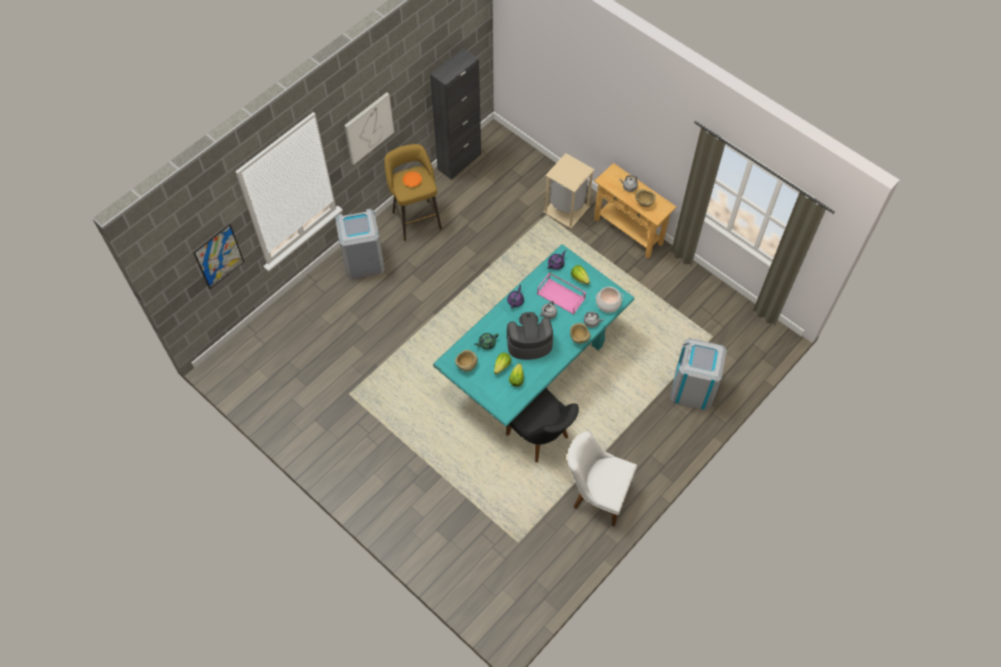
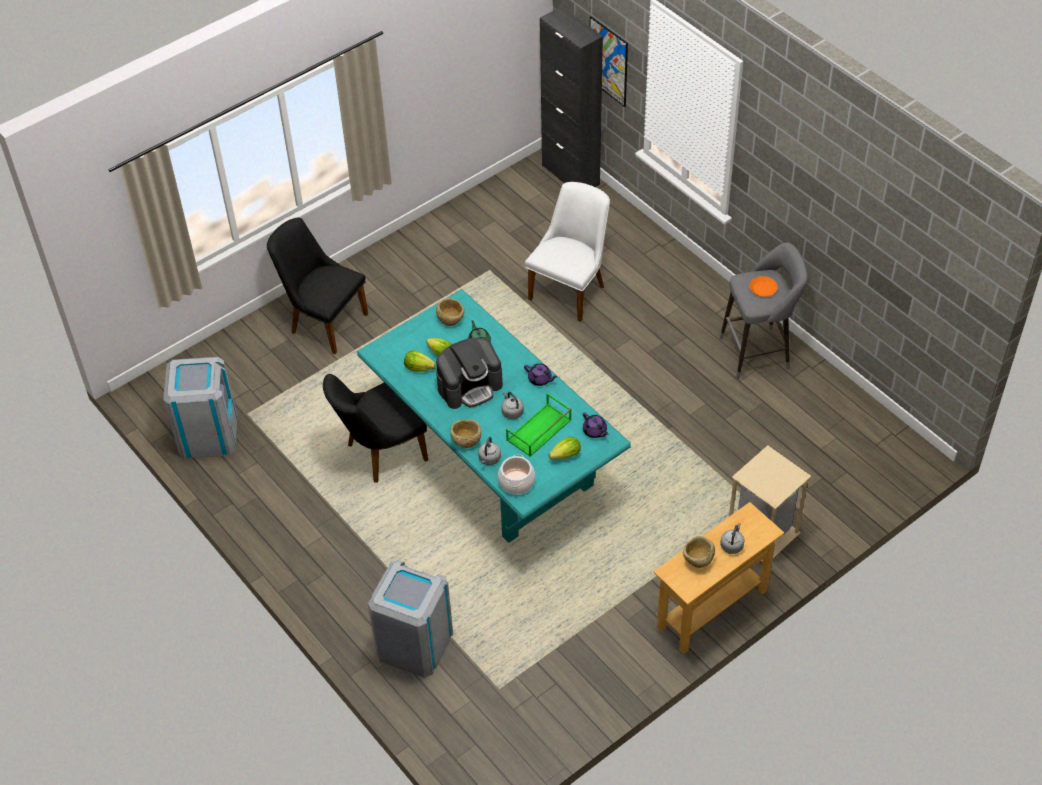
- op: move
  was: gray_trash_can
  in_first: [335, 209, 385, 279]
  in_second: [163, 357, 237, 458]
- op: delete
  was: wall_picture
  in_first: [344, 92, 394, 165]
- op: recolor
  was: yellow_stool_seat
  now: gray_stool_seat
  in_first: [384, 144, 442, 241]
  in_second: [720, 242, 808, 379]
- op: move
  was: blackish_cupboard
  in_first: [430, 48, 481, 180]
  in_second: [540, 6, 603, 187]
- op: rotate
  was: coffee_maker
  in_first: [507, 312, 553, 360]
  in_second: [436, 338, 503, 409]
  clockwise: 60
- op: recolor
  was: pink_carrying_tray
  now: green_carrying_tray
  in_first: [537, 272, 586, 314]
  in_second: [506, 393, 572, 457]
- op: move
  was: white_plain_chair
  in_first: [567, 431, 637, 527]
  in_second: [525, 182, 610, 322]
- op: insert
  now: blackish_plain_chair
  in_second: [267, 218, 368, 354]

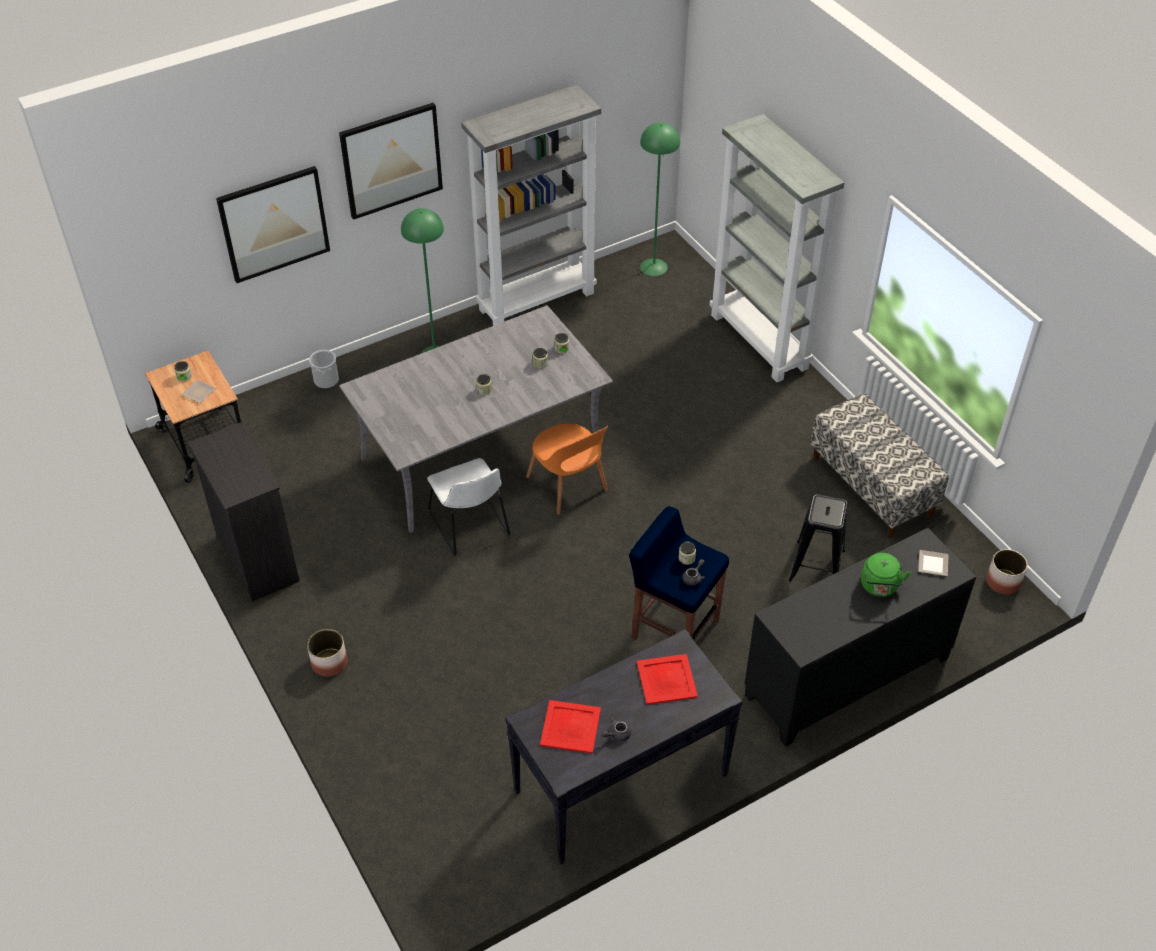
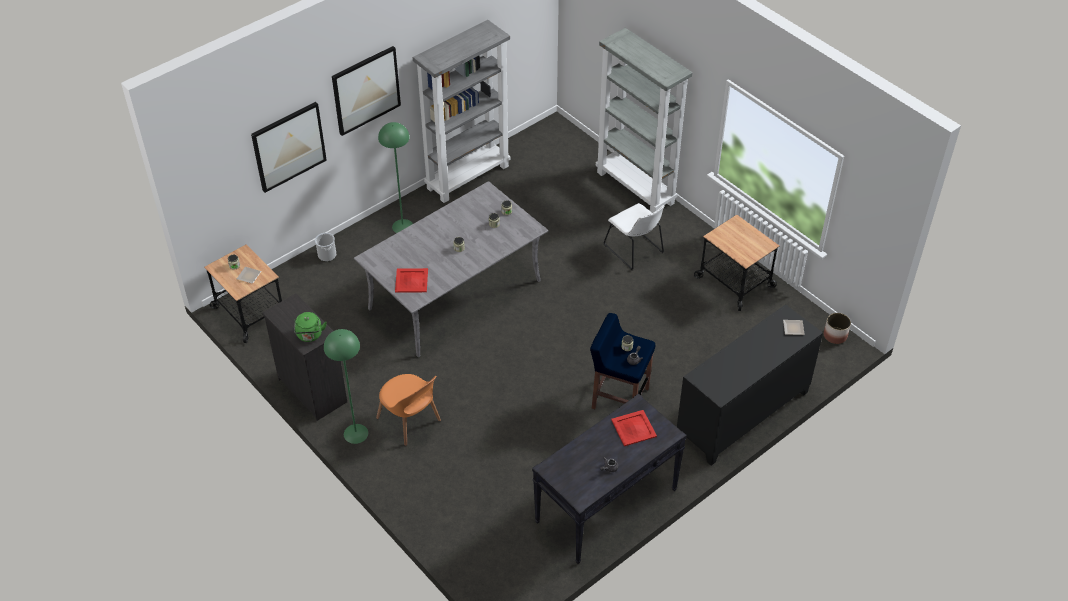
- op: delete
  was: planter
  in_first: [307, 629, 347, 677]
- op: move
  was: white_plain_chair
  in_first: [427, 458, 511, 556]
  in_second: [603, 203, 665, 270]
- op: move
  was: orangey_plain_chair
  in_first: [526, 423, 608, 515]
  in_second: [376, 374, 441, 446]
- op: move
  was: red_carrying_tray
  in_first: [540, 700, 601, 754]
  in_second: [395, 268, 428, 293]
- op: move
  was: green_floor_lamp
  in_first: [640, 122, 680, 276]
  in_second: [324, 329, 368, 444]
- op: delete
  was: blackish_stool_seat
  in_first: [789, 494, 848, 582]
- op: replace
  was: bench
  now: wheeled_cart
  in_first: [810, 394, 949, 538]
  in_second: [694, 215, 780, 311]
- op: move
  was: green_tea_kettle
  in_first: [861, 553, 911, 597]
  in_second: [294, 312, 327, 342]

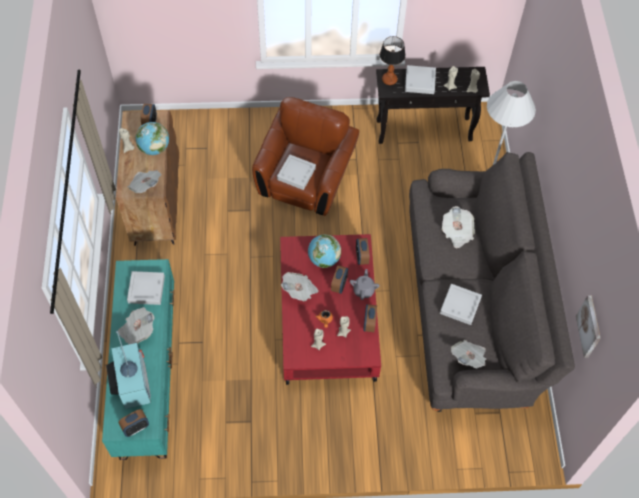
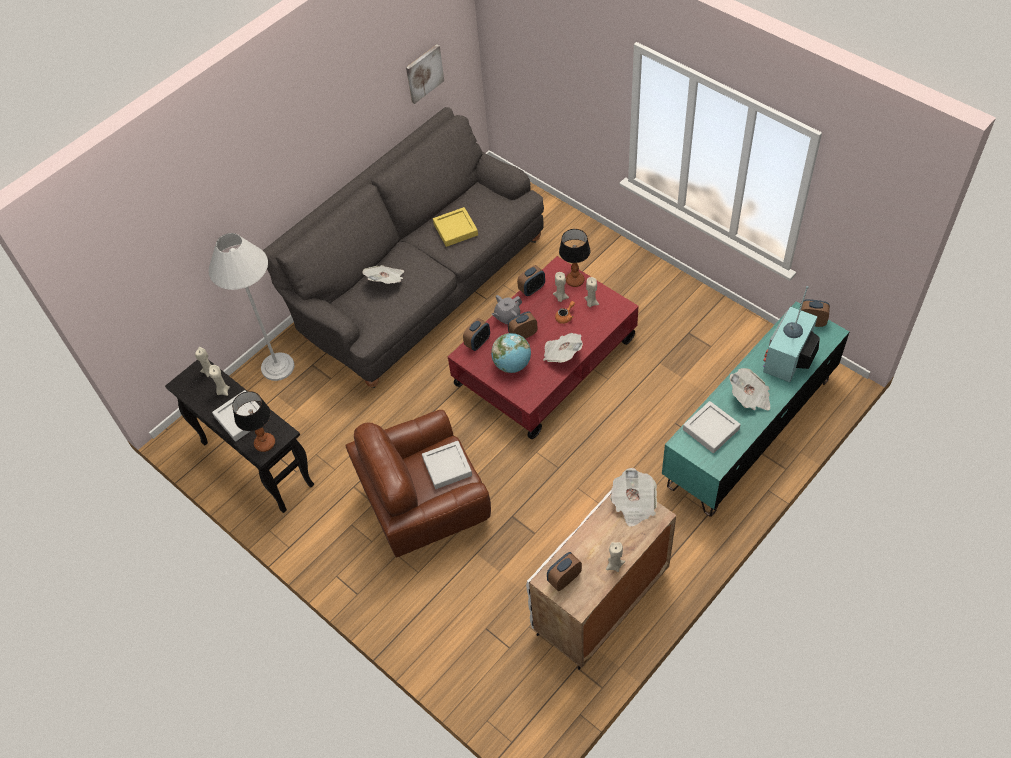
- op: recolor
  was: brown_cupboard
  now: white_cupboard
  in_first: [116, 110, 179, 246]
  in_second: [526, 489, 676, 670]
- op: delete
  was: world_globe
  in_first: [136, 122, 169, 155]
- op: recolor
  was: gray_carrying_tray
  now: yellow_carrying_tray
  in_first: [440, 284, 482, 325]
  in_second: [433, 207, 478, 247]
- op: delete
  was: daily_paper
  in_first: [451, 340, 486, 368]
- op: insert
  now: table_lamp
  in_second: [559, 229, 591, 287]

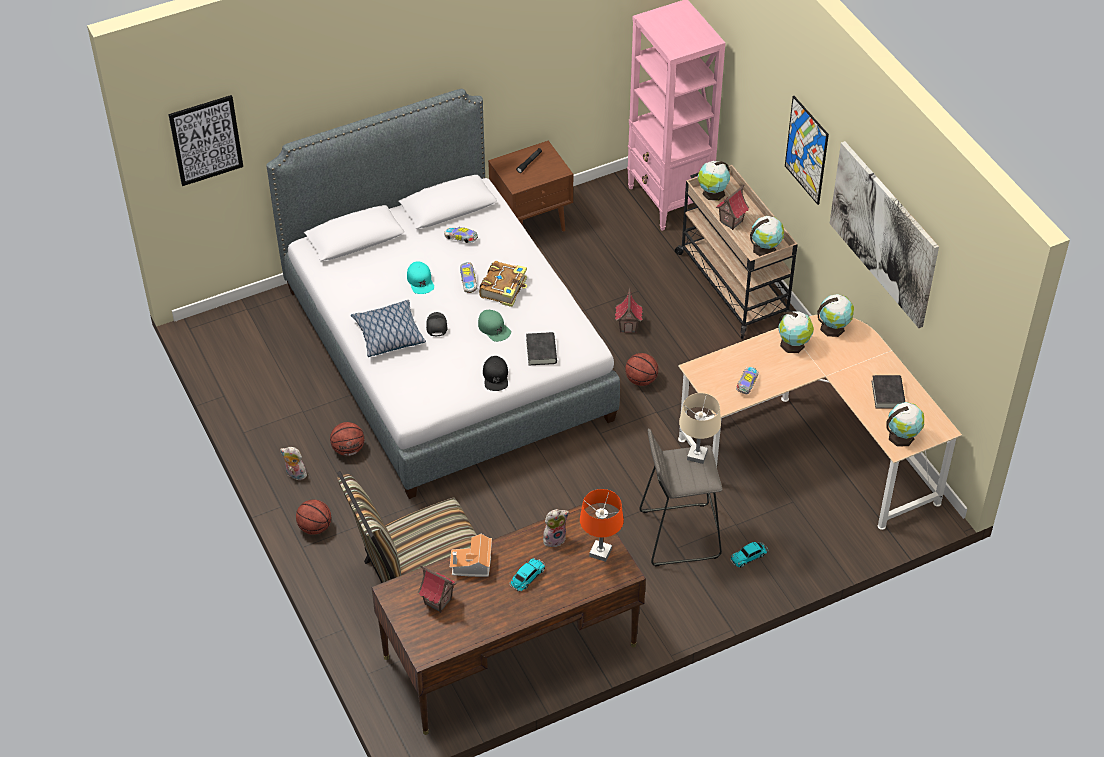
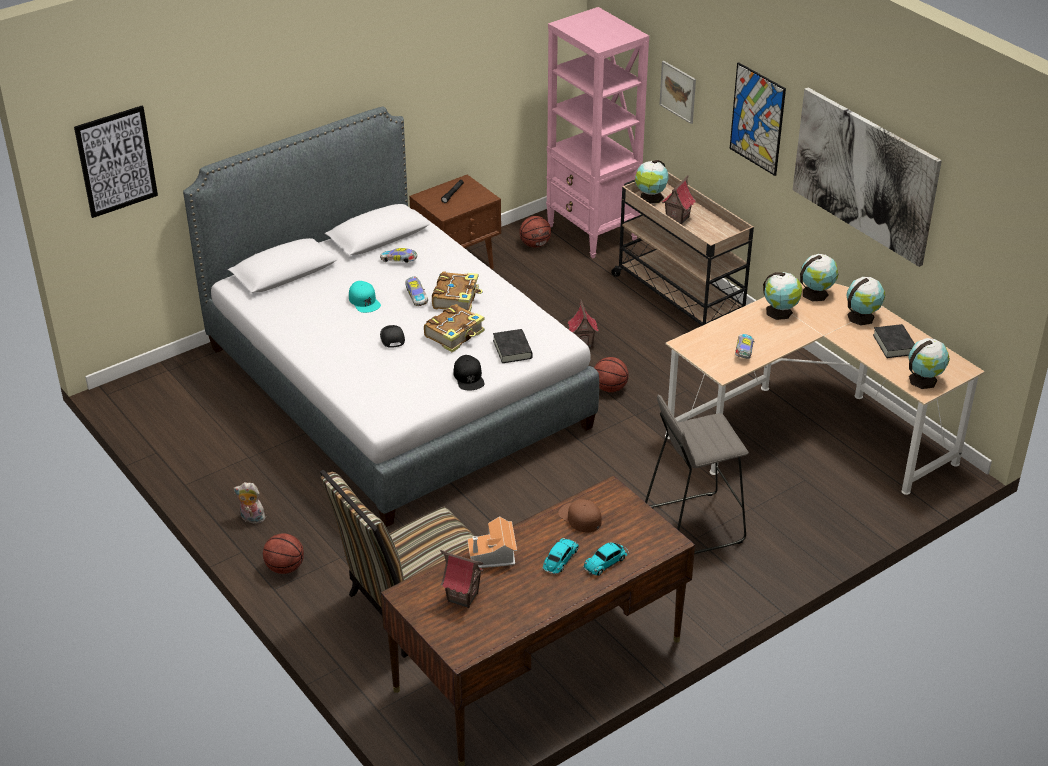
- op: move
  was: ball_for_basketball
  in_first: [330, 422, 364, 456]
  in_second: [520, 216, 551, 247]
- op: delete
  was: cushion
  in_first: [351, 300, 426, 357]
- op: replace
  was: green_cap
  now: volume
  in_first: [478, 310, 511, 342]
  in_second: [424, 304, 485, 352]
- op: replace
  was: cuddly_toy
  now: brown_cap
  in_first: [543, 509, 569, 547]
  in_second: [558, 499, 602, 532]
- op: delete
  was: orangey_table_lamp
  in_first: [580, 489, 624, 562]
- op: delete
  was: sand-coloured_table_lamp
  in_first: [679, 393, 721, 464]
- op: move
  was: toy_car
  in_first: [730, 542, 768, 567]
  in_second: [583, 542, 629, 576]
- op: move
  was: world_globe
  in_first: [750, 216, 784, 256]
  in_second: [846, 277, 885, 325]
- op: insert
  now: wall_picture
  in_second: [659, 61, 696, 124]

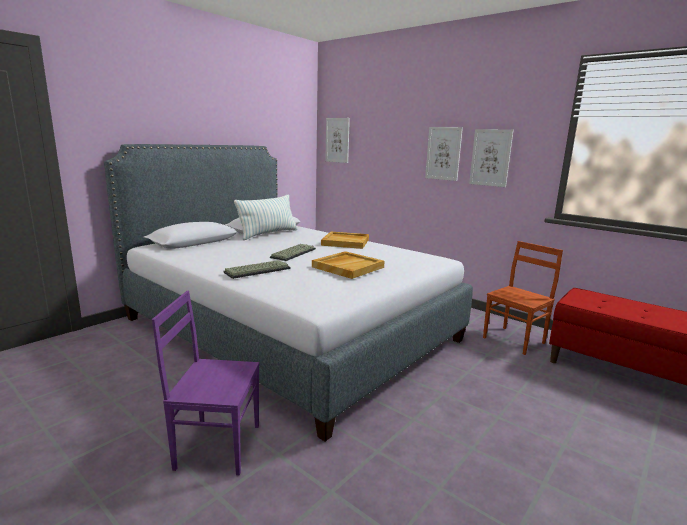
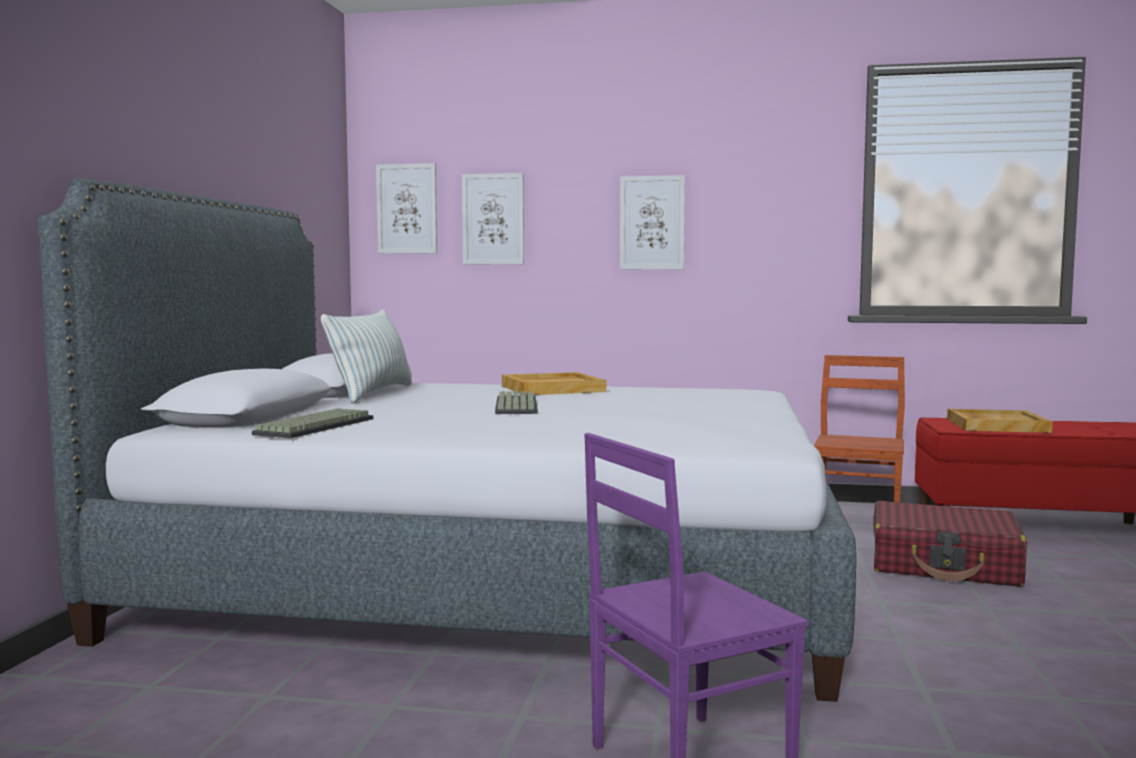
- op: move
  was: computer_keyboard
  in_first: [223, 260, 291, 279]
  in_second: [252, 409, 373, 438]
- op: move
  was: sand-coloured_carrying_tray
  in_first: [312, 251, 385, 279]
  in_second: [947, 409, 1053, 433]
- op: move
  was: wall_picture
  in_first: [469, 129, 514, 187]
  in_second: [462, 173, 524, 265]
- op: insert
  now: red_suitcase
  in_second: [873, 501, 1027, 587]

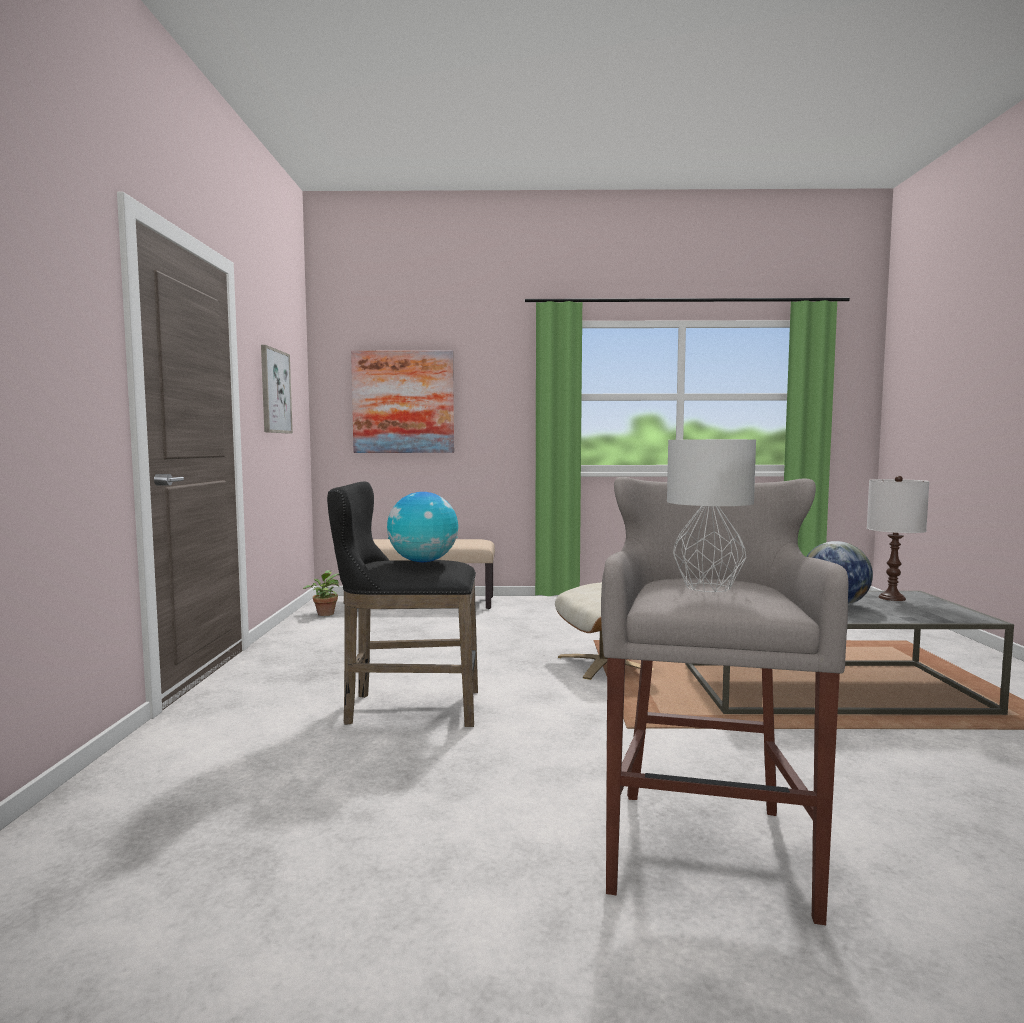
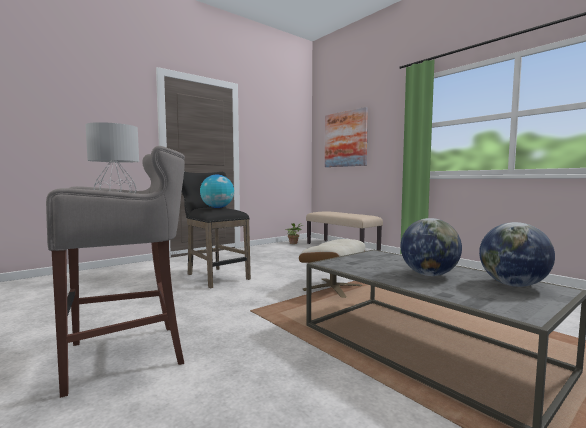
- op: delete
  was: wall_picture
  in_first: [261, 345, 293, 434]
- op: replace
  was: white_table_lamp
  now: world_globe
  in_first: [867, 476, 929, 601]
  in_second: [479, 222, 555, 287]

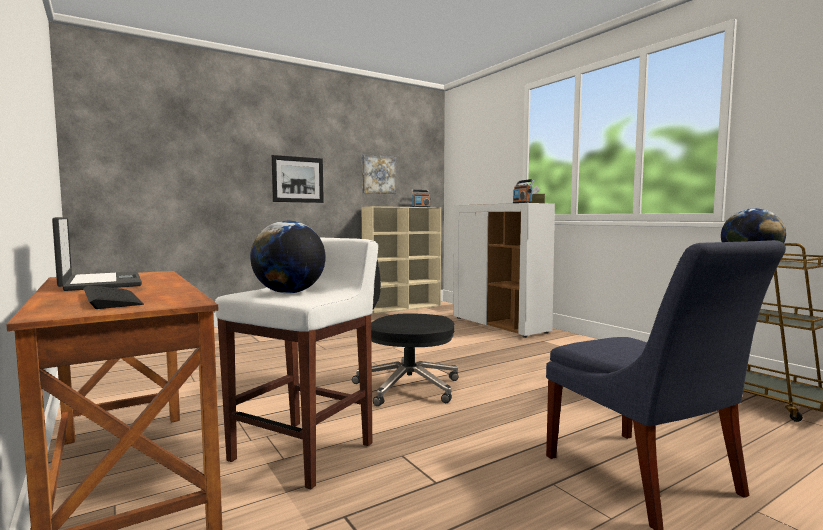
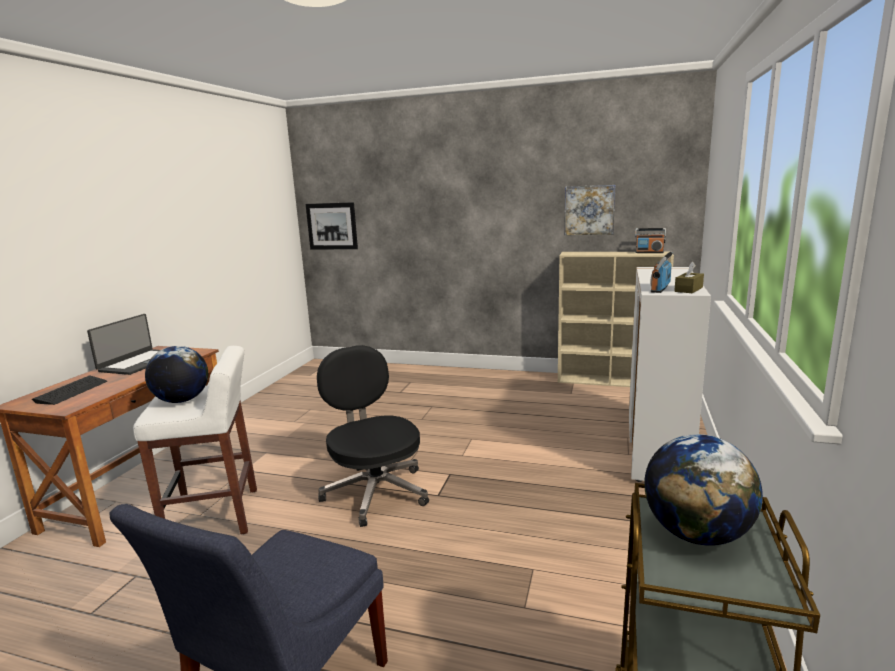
- op: move
  was: wall_picture
  in_first: [272, 155, 324, 203]
  in_second: [306, 202, 358, 249]

